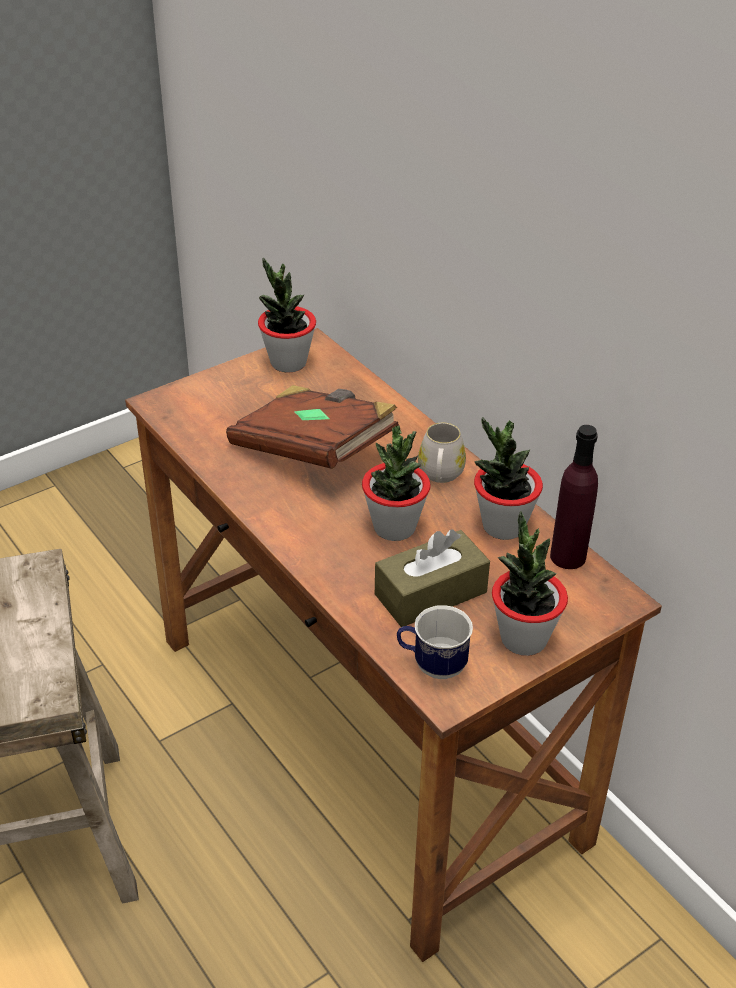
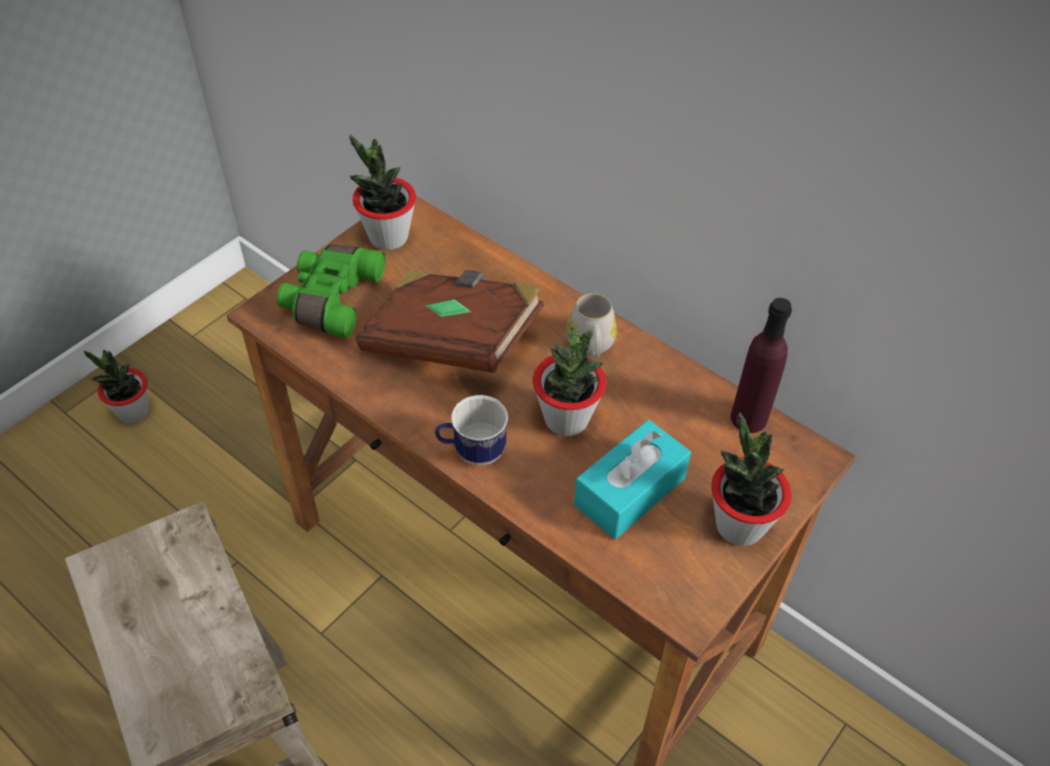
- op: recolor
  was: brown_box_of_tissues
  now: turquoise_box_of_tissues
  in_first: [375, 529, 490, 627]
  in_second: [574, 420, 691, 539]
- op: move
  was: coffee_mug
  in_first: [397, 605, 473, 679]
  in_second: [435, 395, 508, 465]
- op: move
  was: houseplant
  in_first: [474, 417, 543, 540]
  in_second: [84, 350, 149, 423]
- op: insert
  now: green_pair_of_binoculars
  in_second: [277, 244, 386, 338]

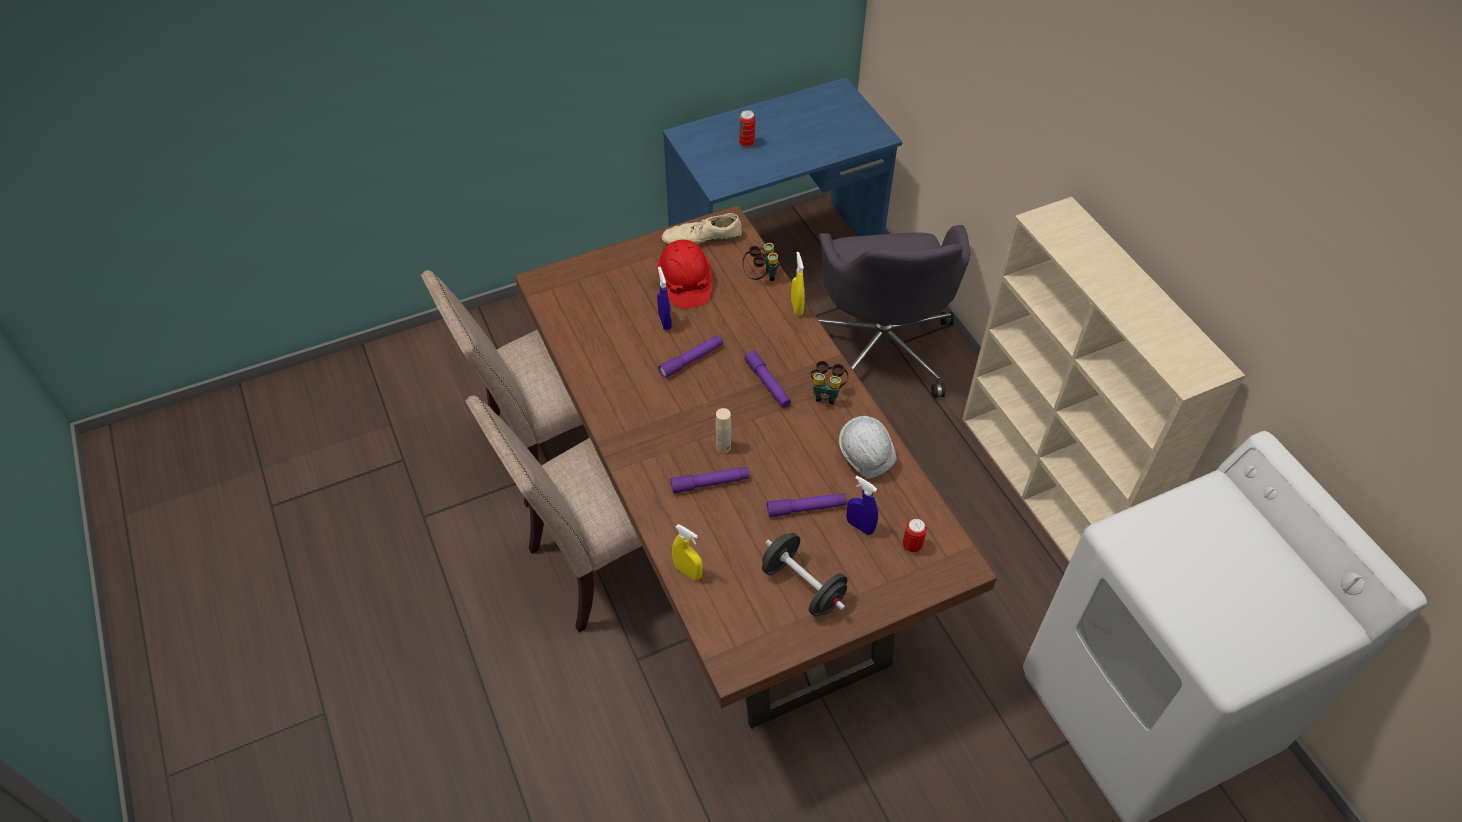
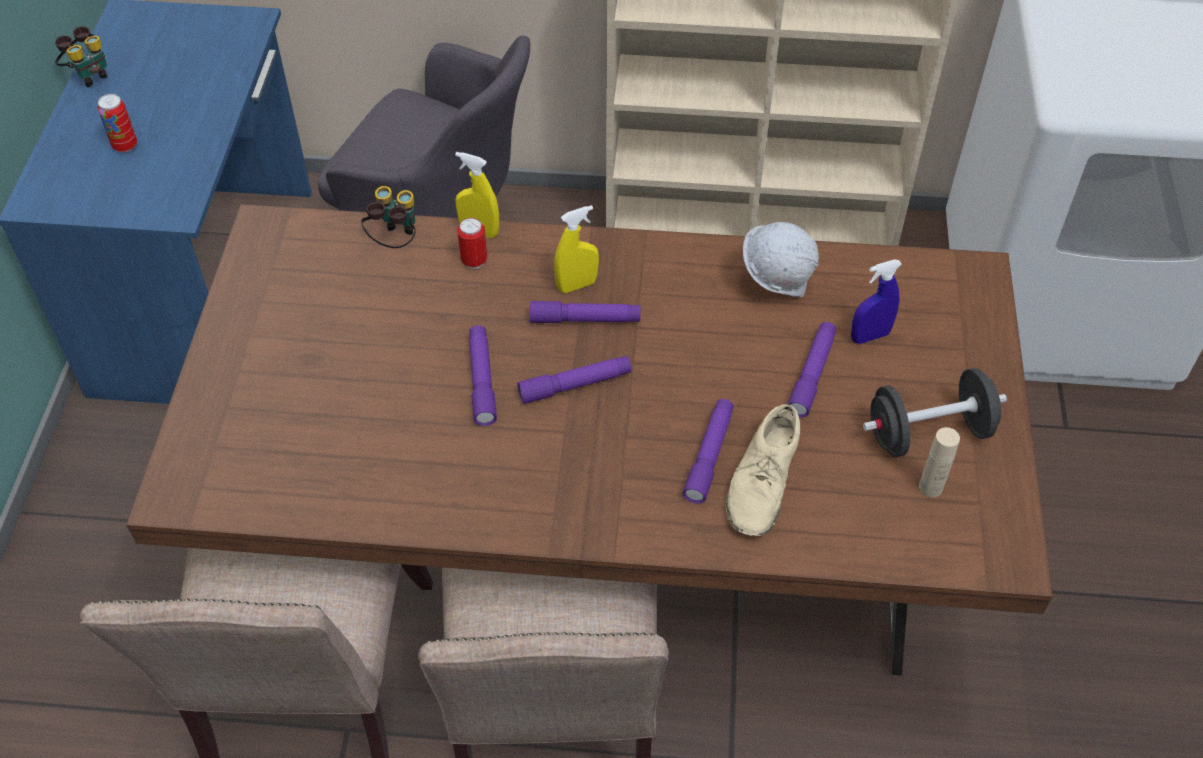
- op: delete
  was: red_work_helmet
  in_first: [657, 240, 712, 308]
- op: delete
  was: blue-coloured_sprayer
  in_first: [657, 267, 672, 330]
- op: move
  was: sand-coloured_low_shoe
  in_first: [662, 213, 742, 246]
  in_second: [725, 404, 800, 536]
- op: move
  was: yellow_sprayer
  in_first: [672, 524, 703, 580]
  in_second: [554, 205, 599, 293]
- op: move
  was: sand-coloured_drink_bottle
  in_first: [716, 408, 731, 453]
  in_second: [919, 427, 960, 497]
- op: move
  was: pair_of_binoculars
  in_first: [811, 361, 849, 405]
  in_second: [55, 26, 108, 87]
- op: move
  was: can
  in_first: [903, 518, 927, 553]
  in_second: [457, 218, 487, 269]
- op: insert
  now: purplish_torch
  in_second: [517, 356, 632, 404]

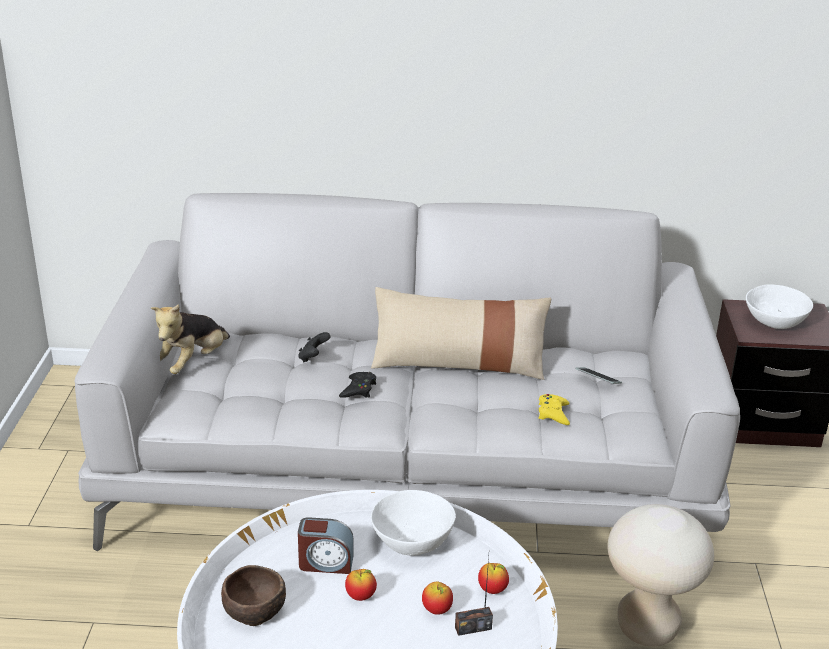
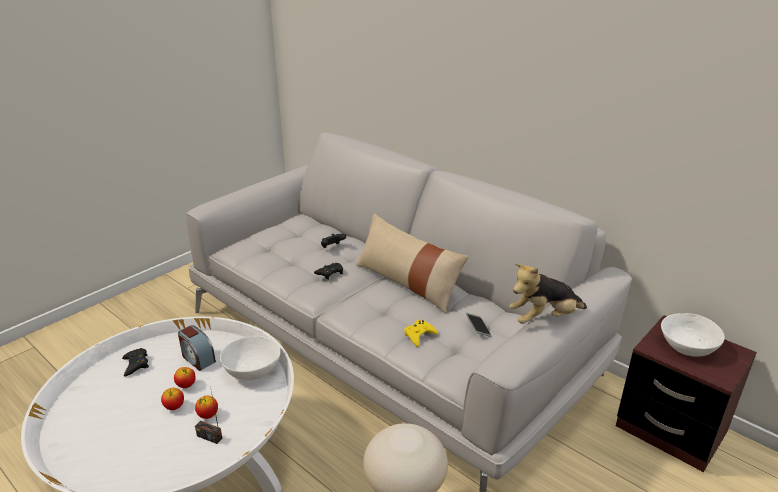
- op: move
  was: cuddly_toy
  in_first: [151, 304, 230, 374]
  in_second: [510, 263, 587, 324]
- op: replace
  was: brown_deep_dish
  now: blackish_joypad
  in_first: [221, 565, 286, 626]
  in_second: [122, 348, 149, 377]
- op: move
  was: whole_apple
  in_first: [478, 563, 509, 594]
  in_second: [161, 388, 184, 410]

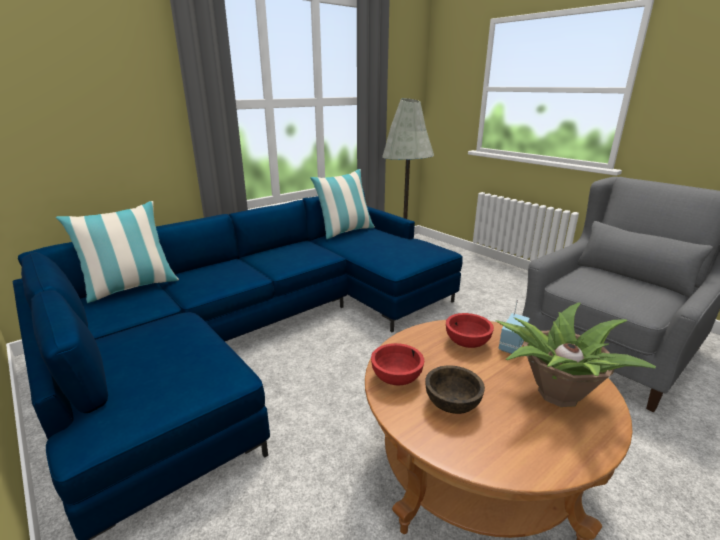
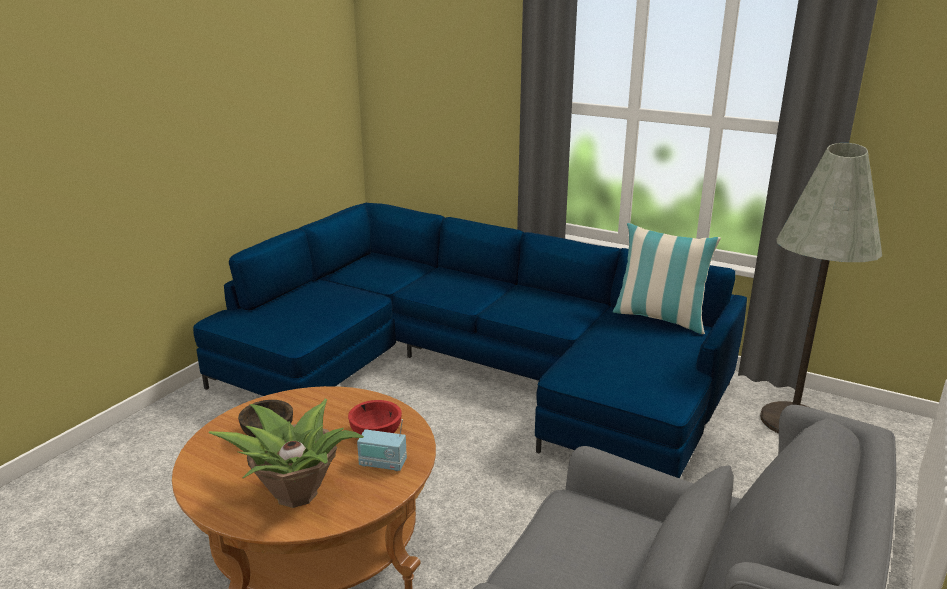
- op: delete
  was: cushion
  in_first: [55, 201, 179, 303]
- op: delete
  was: red_deep_dish
  in_first: [371, 343, 424, 386]

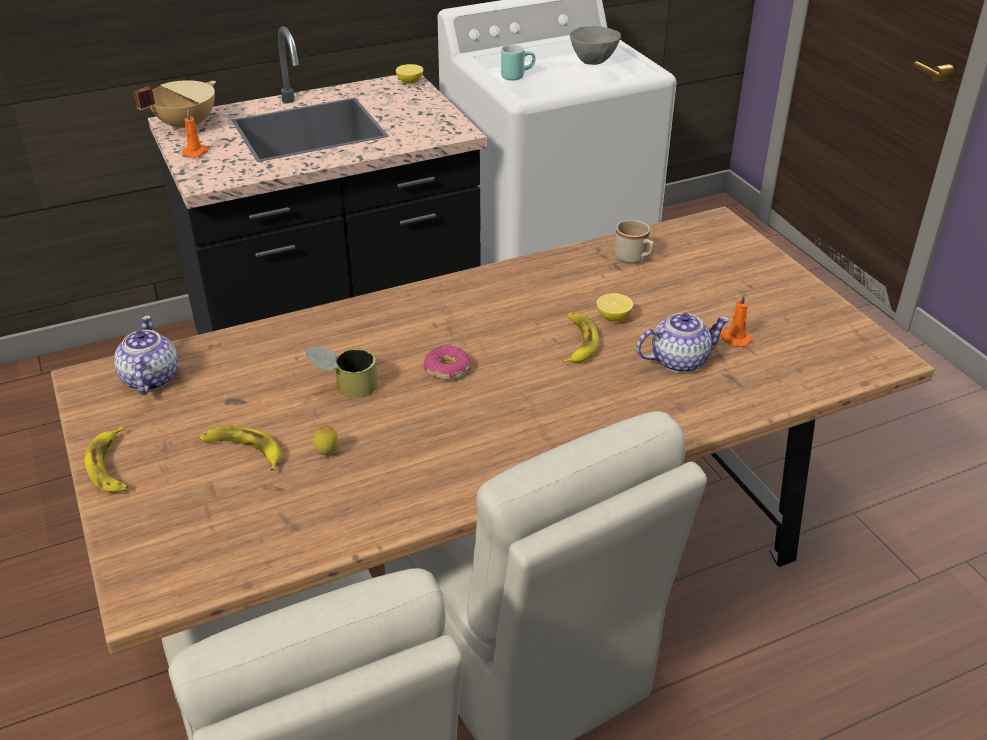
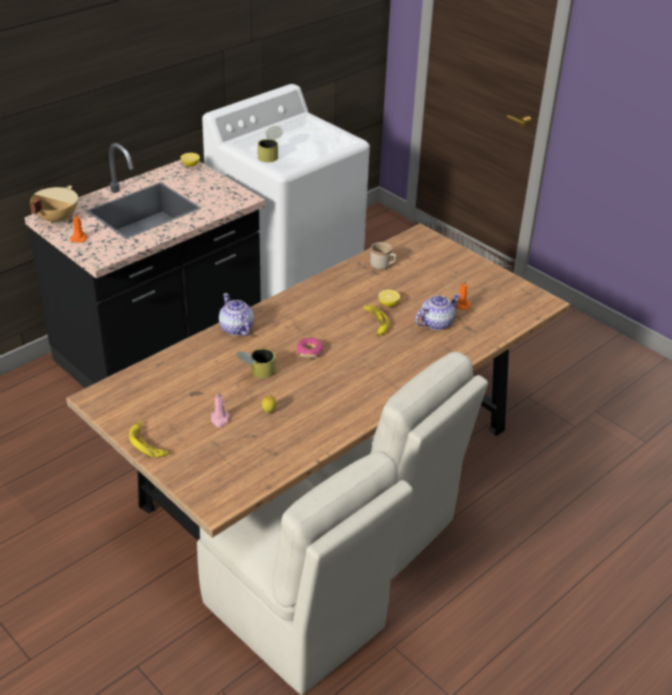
- op: move
  was: teapot
  in_first: [114, 316, 178, 395]
  in_second: [219, 293, 254, 336]
- op: replace
  was: banana
  now: pink_candle
  in_first: [199, 426, 281, 471]
  in_second: [211, 391, 230, 427]
- op: replace
  was: turquoise_coffee_mug
  now: can
  in_first: [501, 45, 536, 80]
  in_second: [258, 126, 283, 162]
- op: delete
  was: gray_deep_dish
  in_first: [570, 26, 621, 65]

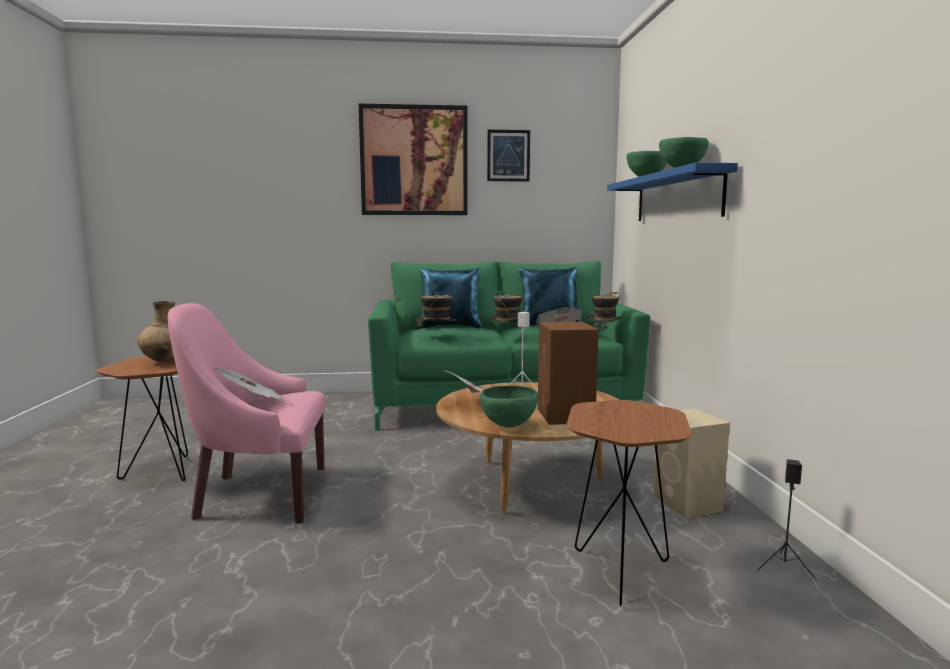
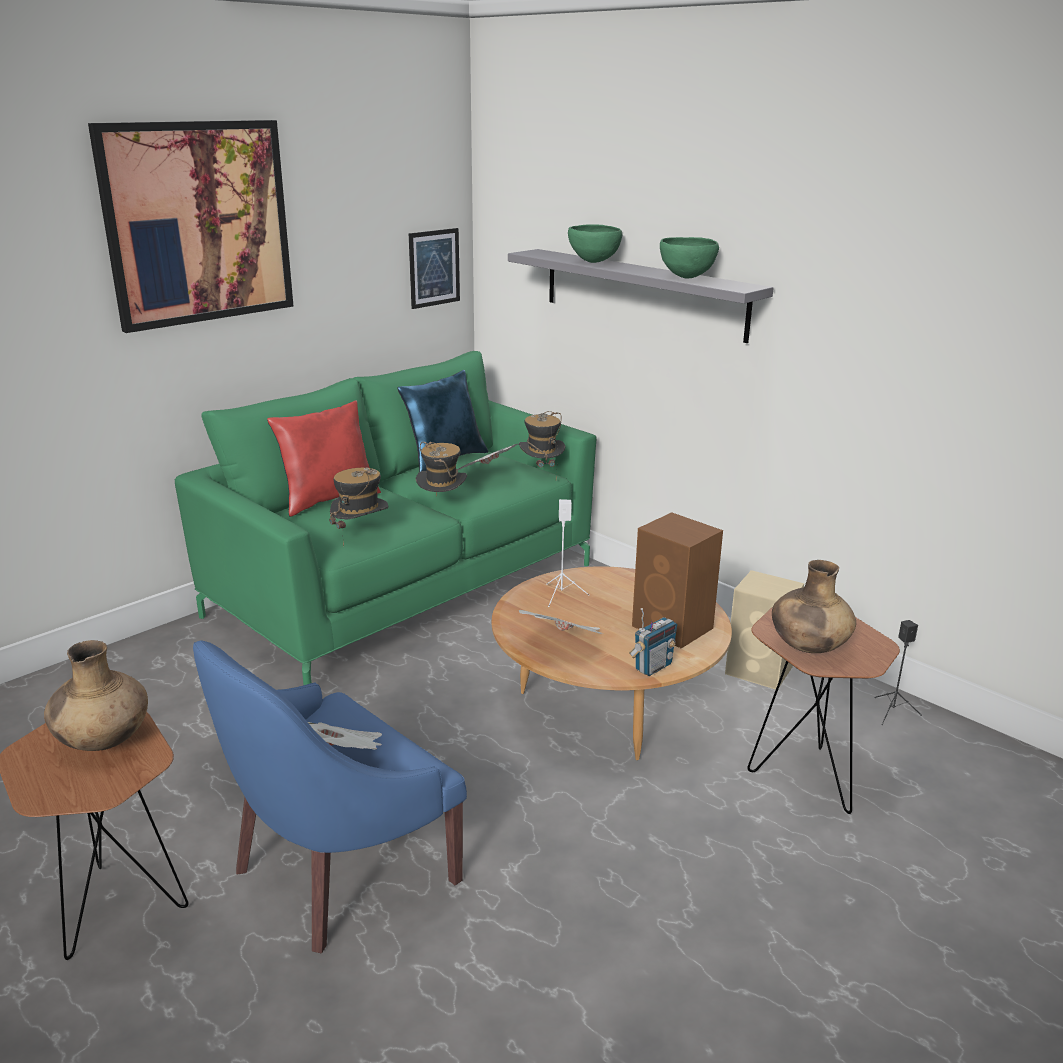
- op: recolor
  was: pink_armchair
  now: blue-coloured_armchair
  in_first: [168, 303, 325, 523]
  in_second: [193, 640, 467, 953]
- op: recolor
  was: blue-coloured_cushion
  now: red_cushion
  in_first: [417, 268, 482, 329]
  in_second: [267, 400, 381, 517]
- op: replace
  was: green_deep_dish
  now: radio_set
  in_first: [480, 385, 538, 428]
  in_second: [629, 608, 677, 676]
- op: move
  was: wall_picture
  in_first: [487, 130, 530, 182]
  in_second: [409, 228, 460, 309]
- op: recolor
  was: blue-coloured_wall_shelf
  now: gray_wall_shelf
  in_first: [607, 162, 738, 221]
  in_second: [508, 249, 774, 343]
- op: insert
  now: brown_decorative_vase
  in_second: [772, 560, 856, 653]

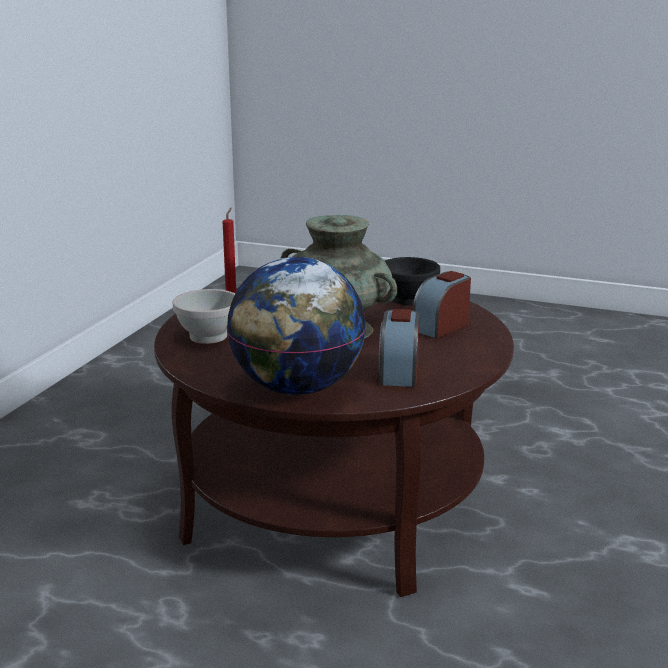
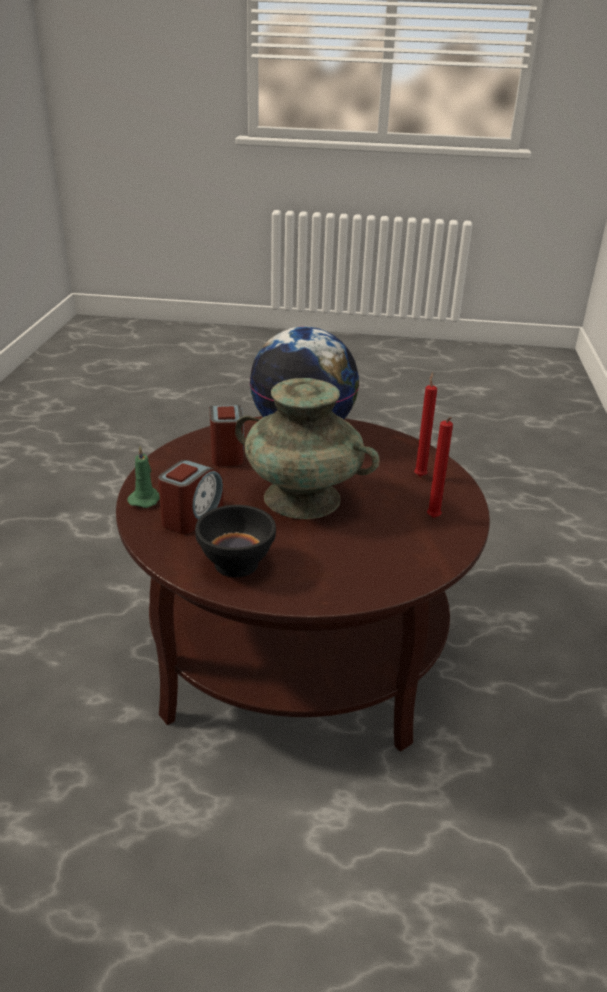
- op: replace
  was: white_deep_dish
  now: red_candle
  in_first: [173, 289, 235, 344]
  in_second: [414, 372, 437, 477]
- op: insert
  now: green_candle
  in_second: [127, 446, 160, 508]

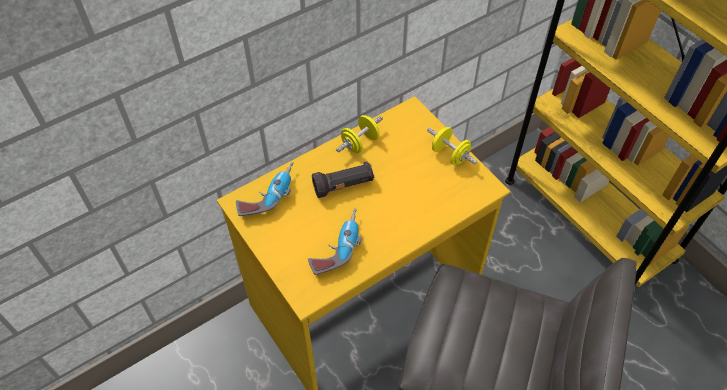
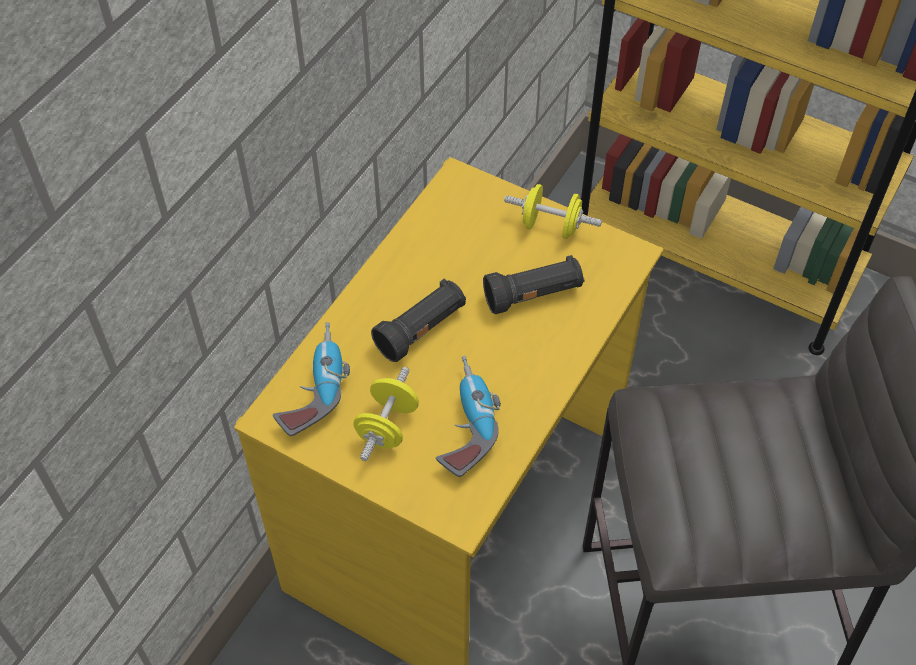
- op: move
  was: yellow_free_weight
  in_first: [336, 115, 383, 153]
  in_second: [353, 367, 419, 461]
- op: insert
  now: blackish_torch
  in_second: [483, 255, 584, 314]

